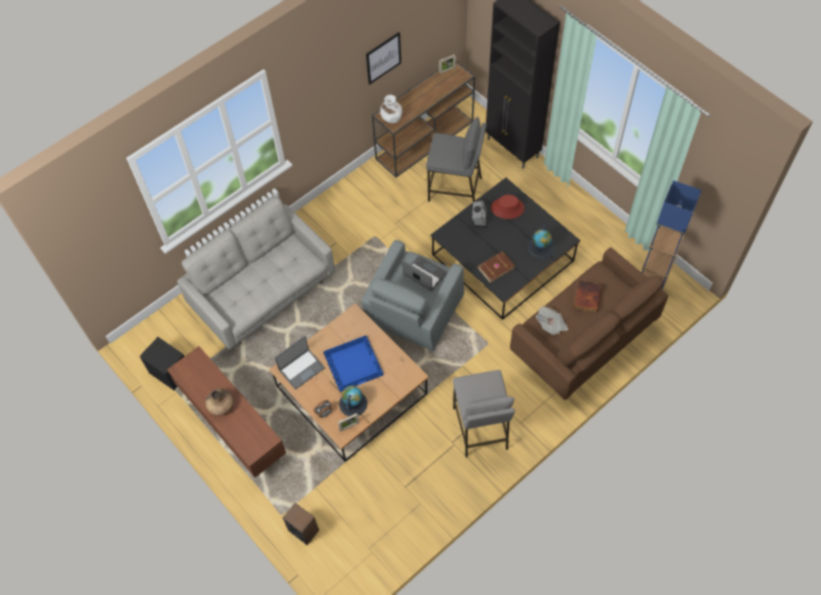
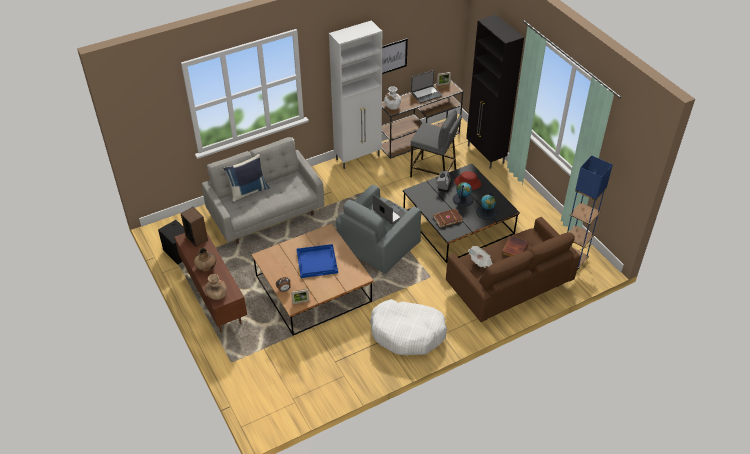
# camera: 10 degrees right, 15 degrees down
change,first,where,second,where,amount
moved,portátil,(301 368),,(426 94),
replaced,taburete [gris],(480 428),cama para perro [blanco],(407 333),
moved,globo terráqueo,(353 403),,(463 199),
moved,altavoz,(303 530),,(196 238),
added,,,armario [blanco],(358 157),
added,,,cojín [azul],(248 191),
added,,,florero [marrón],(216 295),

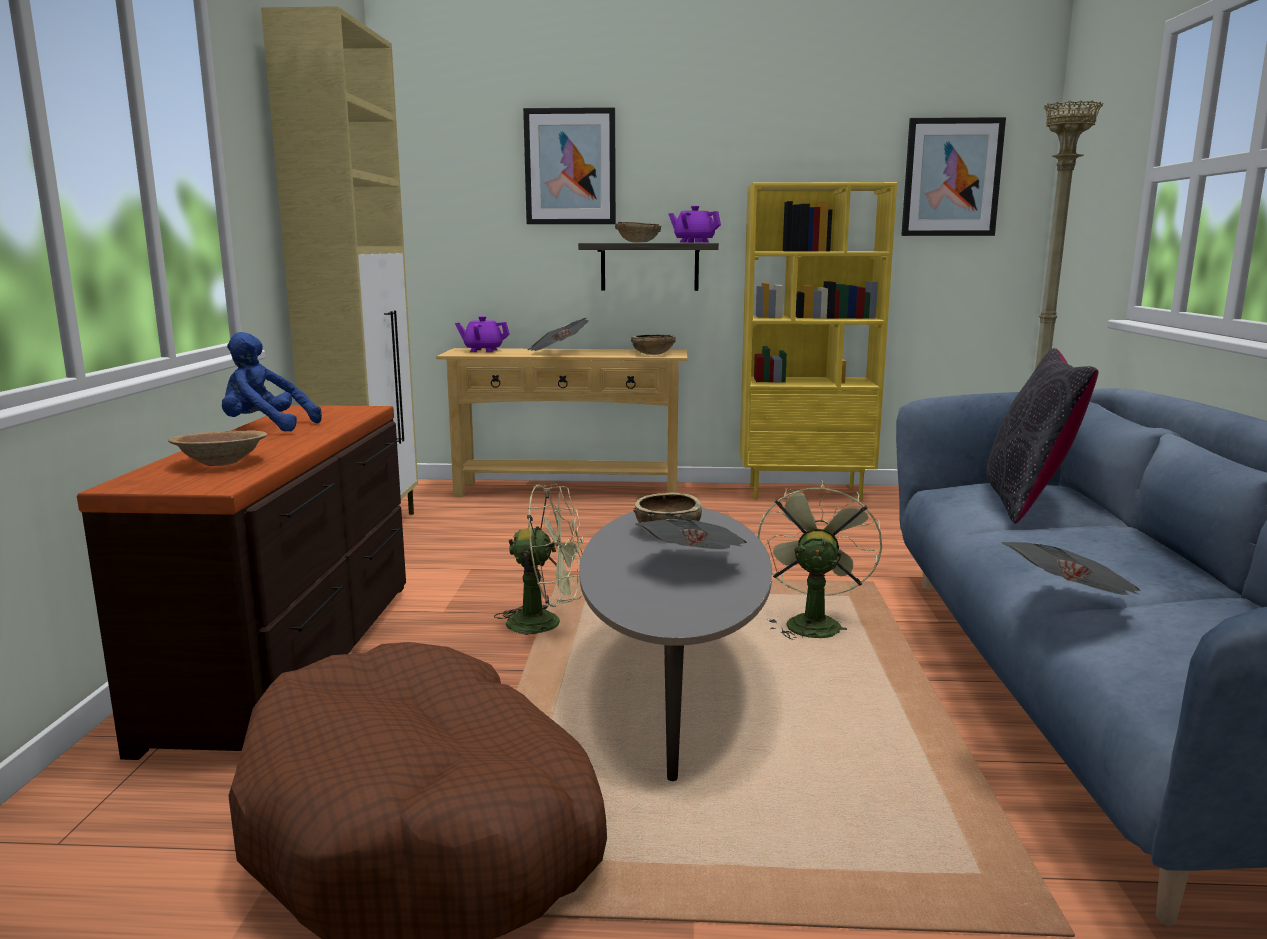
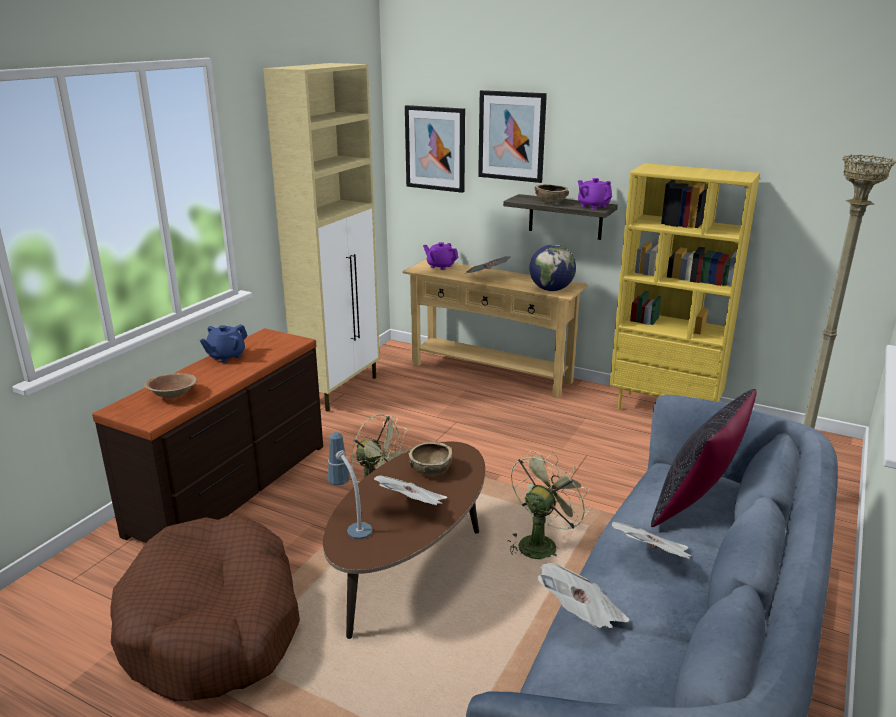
# camera: 25 degrees right, 10 degrees up
change,first,where,second,where,amount
moved,cuadro,(951 177),,(435 148),
replaced,peluche [azul],(265 427),tetera [azul],(226 356),
replaced,cuenco [marrón],(653 354),globo terráqueo,(551 289),
recoloured,mesa de centro [gris],(674 681),mesa de centro [marrón],(411 566),
added,,,lámpara de mesa,(350 523),
added,,,periódico,(652 558),

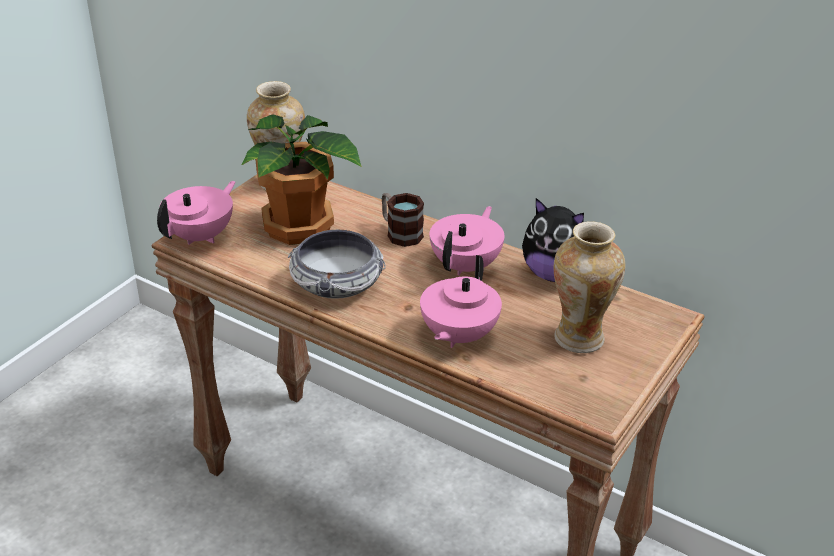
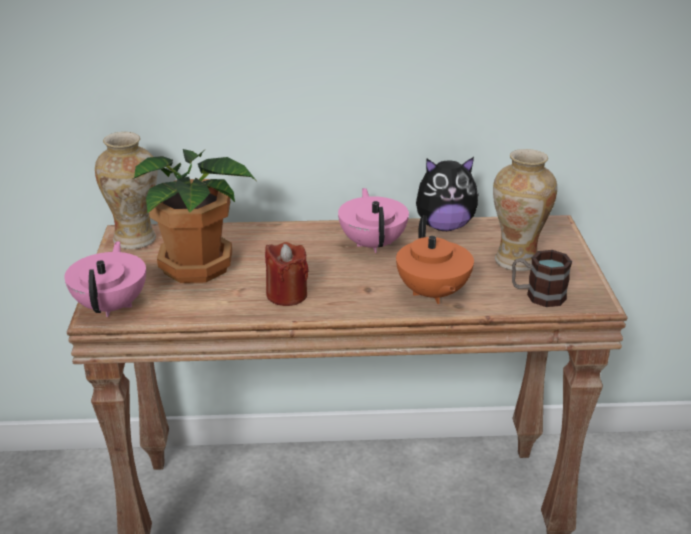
# camera: 35 degrees left, 5 degrees down
change,first,where,second,where,amount
moved,taza grande,(400 233),,(537 295),
replaced,cuenco,(337 283),vela [rojo],(287 295),
recoloured,tetera [rosa],(458 336),tetera [naranja],(432 294),

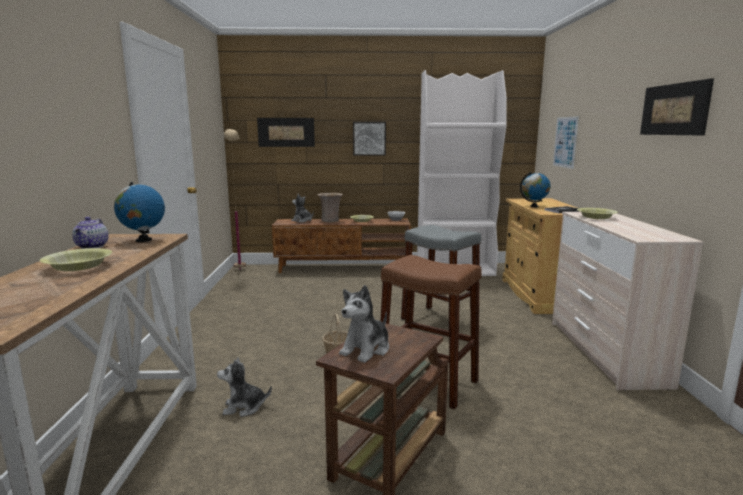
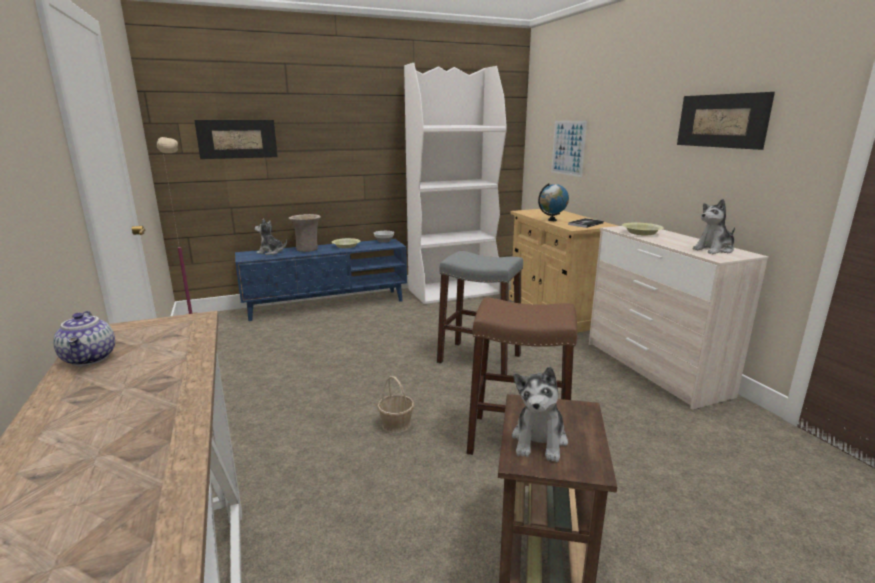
# camera: 20 degrees left, 5 degrees up
change,first,where,second,where,amount
removed,cuadro,(369 138),,,
removed,globo terráqueo,(143 240),,,
recoloured,mueble de televisión [marrón],(343 268),mueble de televisión [azul],(327 304),
removed,cuenco [amarillo],(78 267),,,
moved,peluche,(244 407),,(714 250),

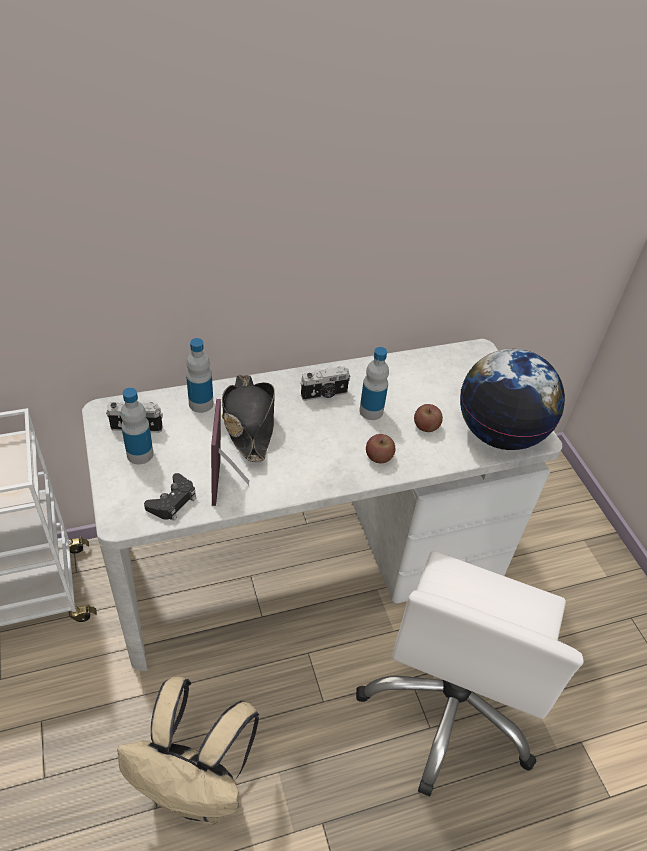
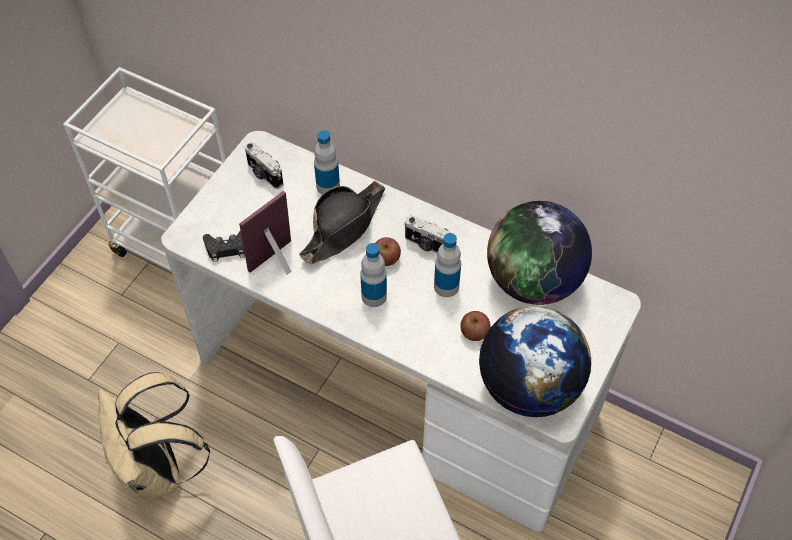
# camera: 50 degrees right, 10 degrees up
change,first,where,second,where,amount
moved,botella,(140 454),,(374 296),
moved,manzana,(379 457),,(386 258),
added,,,globo terráqueo,(533 281),

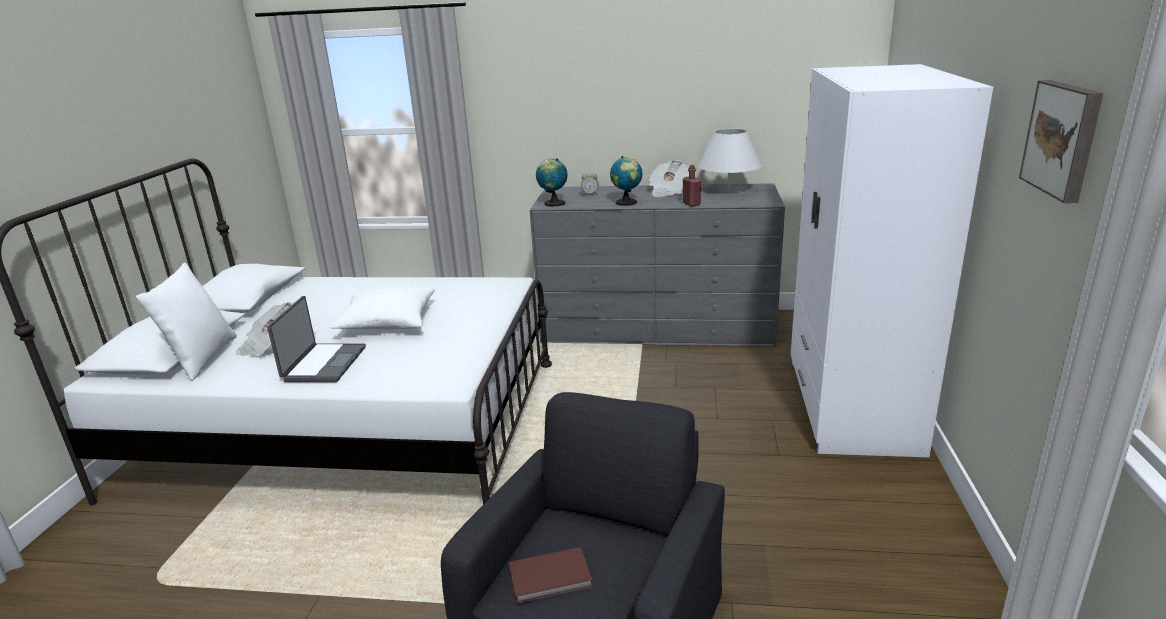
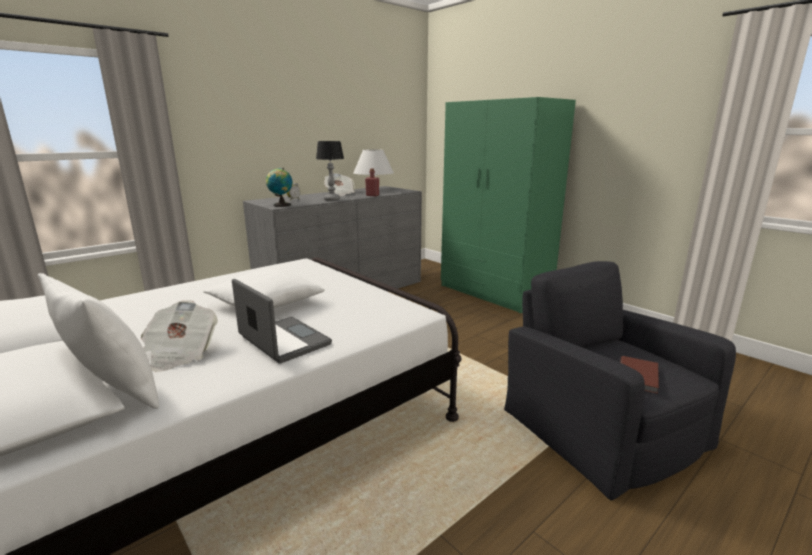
# camera: 50 degrees left, 5 degrees down
change,first,where,second,where,amount
recoloured,armario ropero [blanco],(850 405),armario ropero [verde],(494 292),
removed,cuadro,(1064 139),,,
replaced,globo terráqueo,(627 203),lámpara de mesa,(332 199),

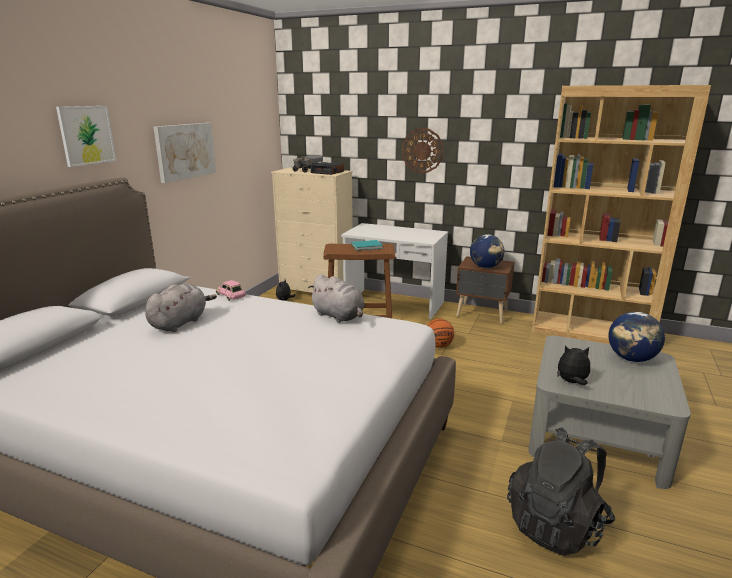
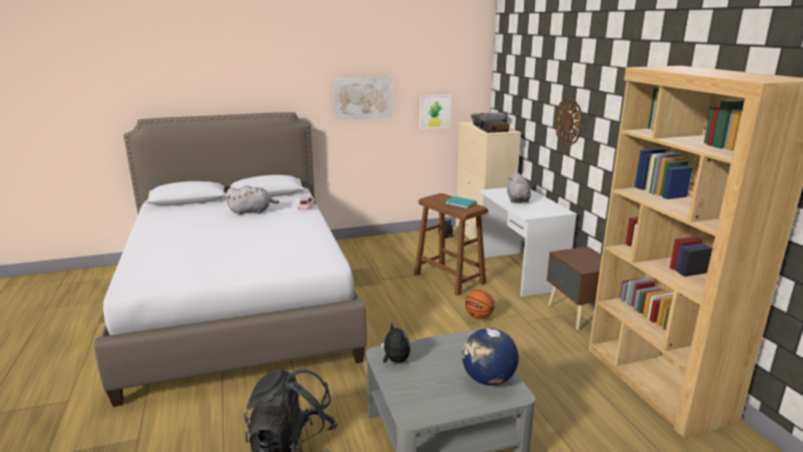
# camera: 50 degrees right, 0 degrees up
change,first,where,second,where,amount
moved,cuadro,(86 135),,(434 111),
removed,globo terráqueo,(485 267),,,
moved,peluche [gris],(339 316),,(517 200),

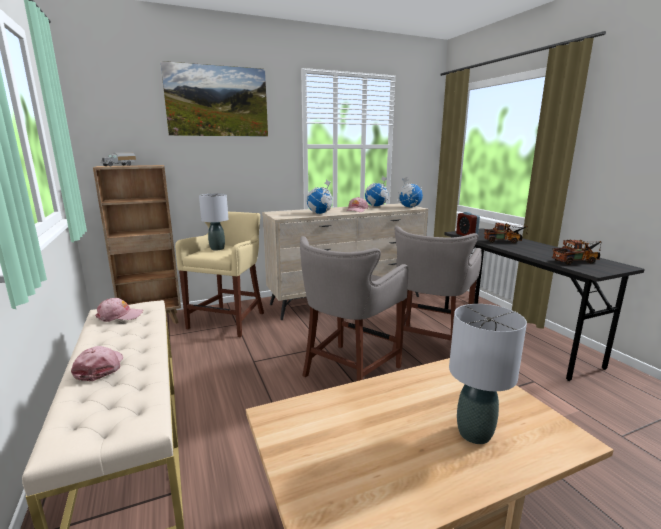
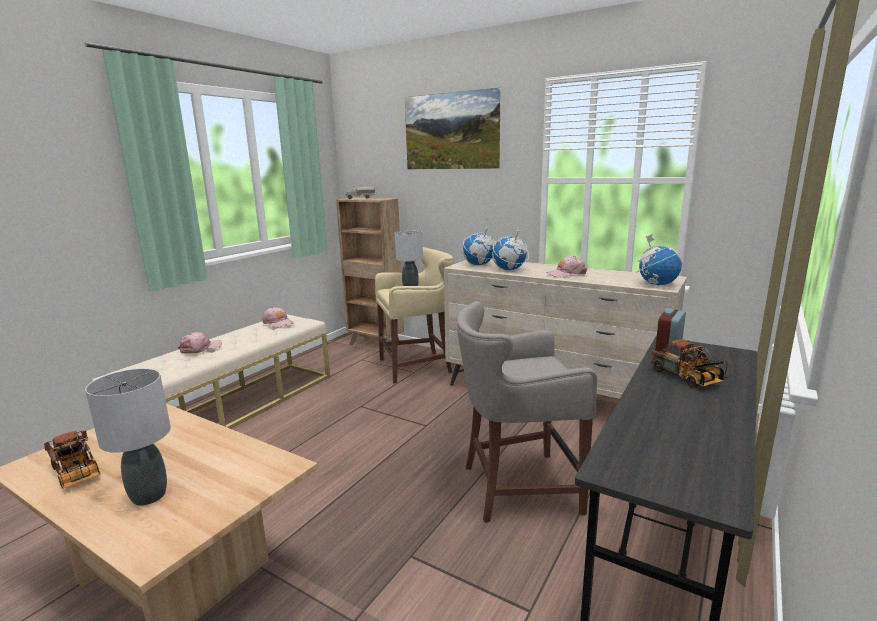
# camera: 55 degrees right, 0 degrees up
change,first,where,second,where,amount
moved,globo terráqueo,(376 206),,(479 265),
removed,taburete [gris],(349 371),,,
moved,camión de juguete,(577 261),,(77 474),

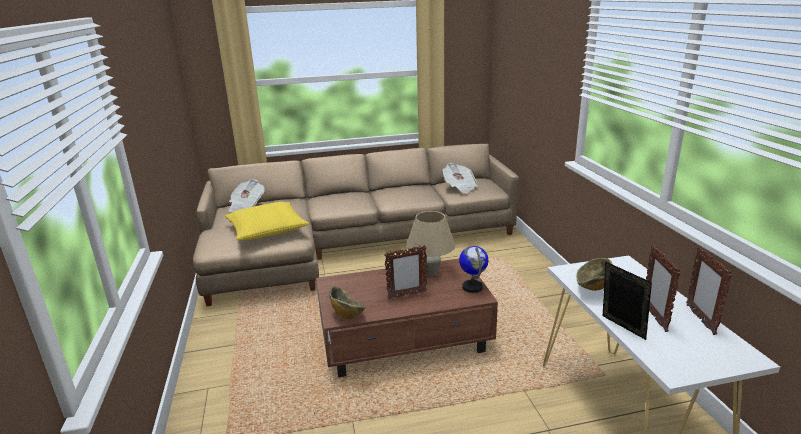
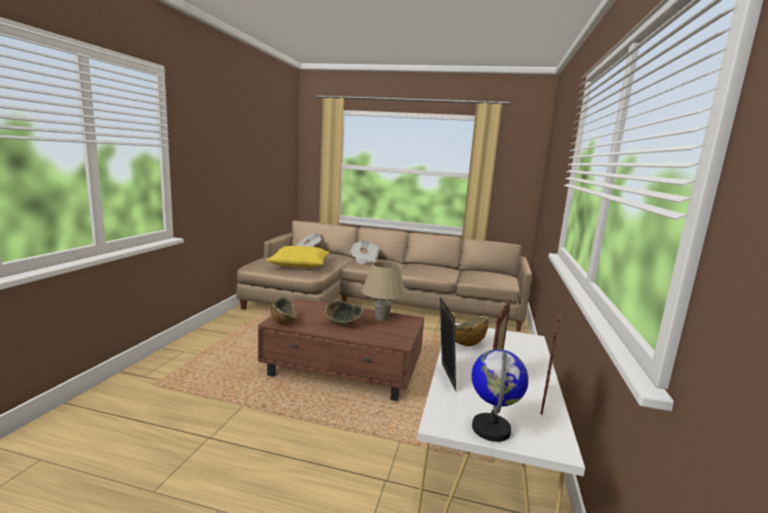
# camera: 25 degrees right, 10 degrees down
change,first,where,second,where,amount
moved,periódico,(460 187),,(364 260),
replaced,portarretratos,(406 295),cuenco,(343 325),
moved,globo terráqueo,(472 287),,(491 429),

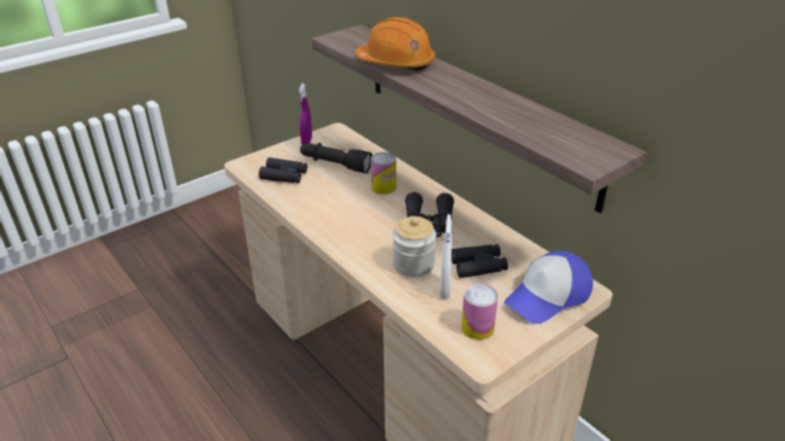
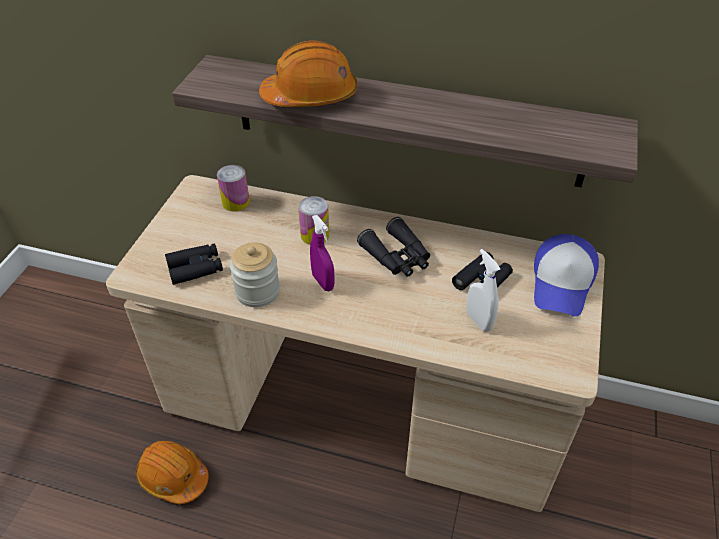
# camera: 35 degrees left, 10 degrees up
change,first,where,second,where,amount
moved,pulverizador [morado],(307 142),,(323 282),
removed,linterna [negro],(335 164),,,
moved,tarro,(413 264),,(257 291),
moved,lata,(477 327),,(236 202),
added,,,casco [naranja],(173 477),

